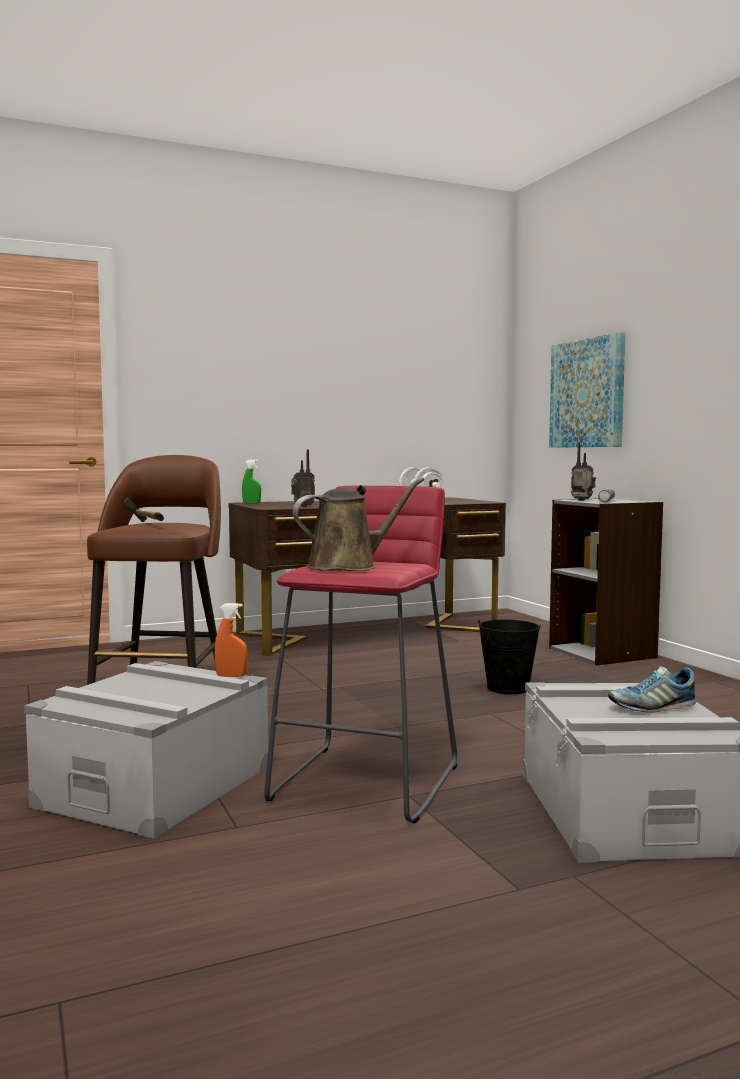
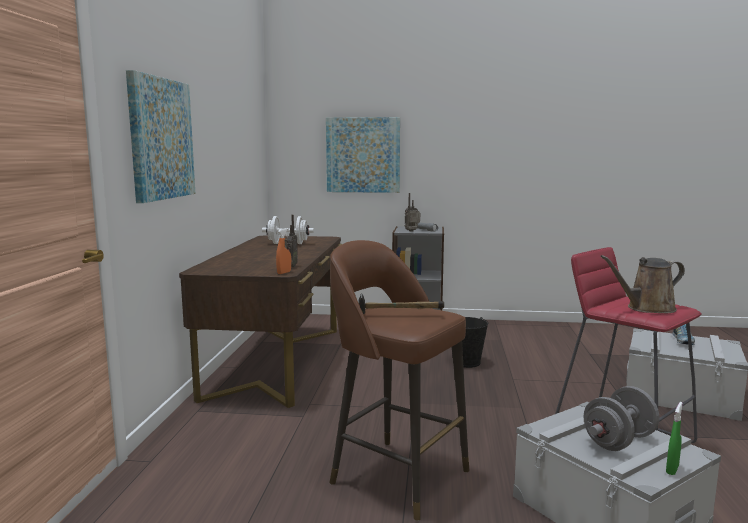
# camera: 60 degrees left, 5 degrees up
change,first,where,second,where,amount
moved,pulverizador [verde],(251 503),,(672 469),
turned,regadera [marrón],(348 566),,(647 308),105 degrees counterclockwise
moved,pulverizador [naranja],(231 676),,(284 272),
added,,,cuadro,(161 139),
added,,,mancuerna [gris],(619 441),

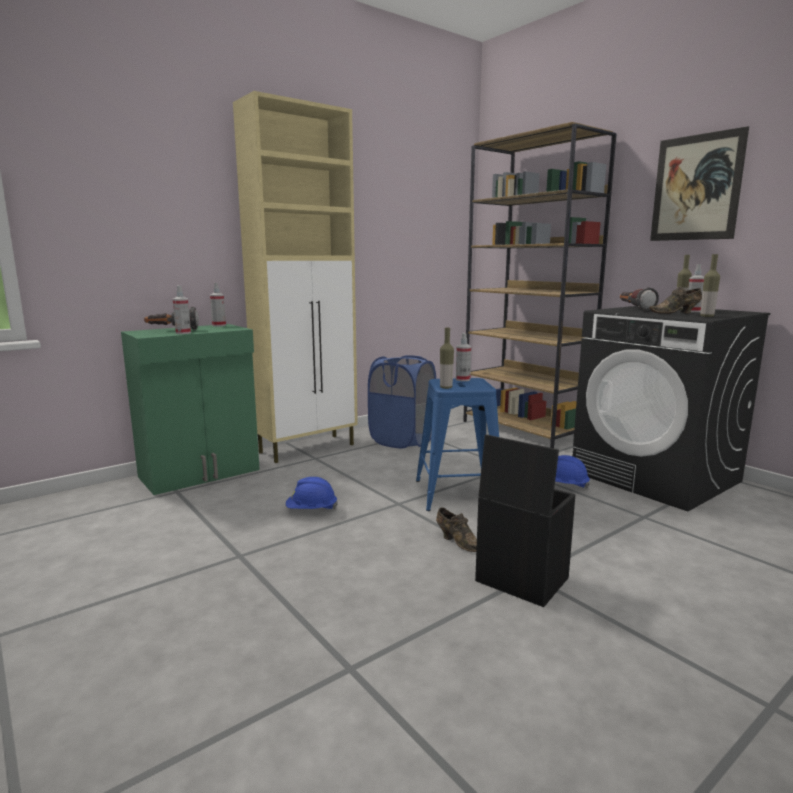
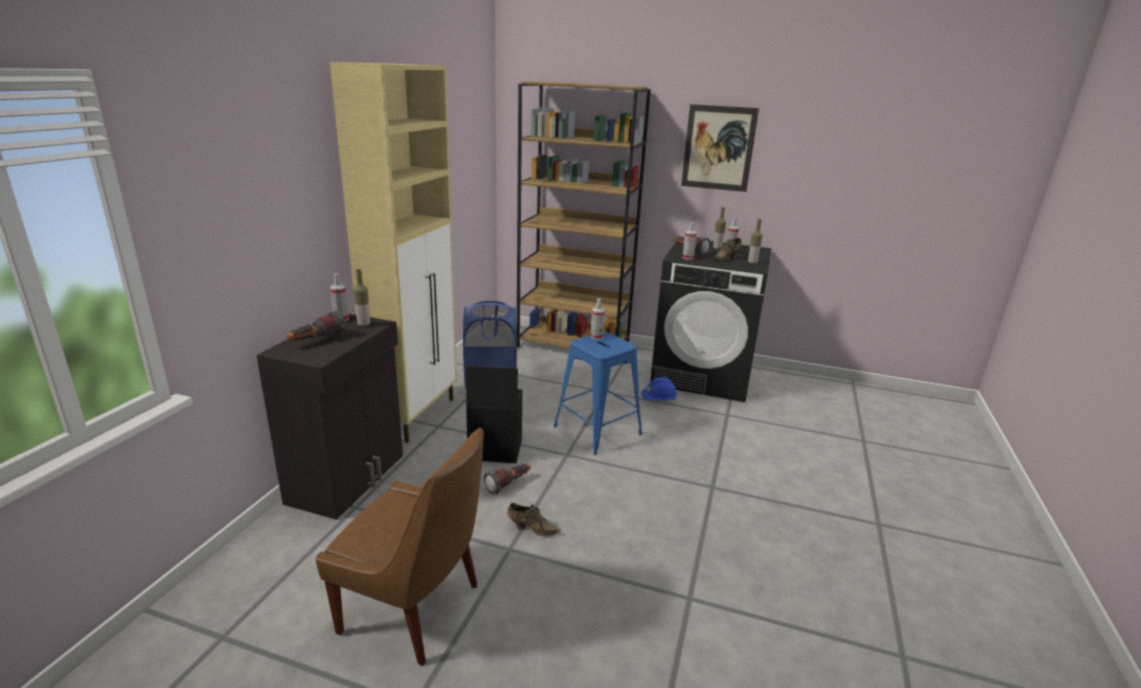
# camera: 35 degrees left, 10 degrees up
change,first,where,second,where,amount
moved,pulverizador,(183 333),,(688 258),
recoloured,armario [verde],(201 473),armario [negro],(349 478),
moved,botella,(446 387),,(364 325),
moved,caja de almacenaje [negro],(519 579),,(494 450),
replaced,casco [azul],(311 510),linterna,(509 485),
moved,zapato [marrón],(457 541),,(531 529),
added,,,silla [marrón],(415 610),

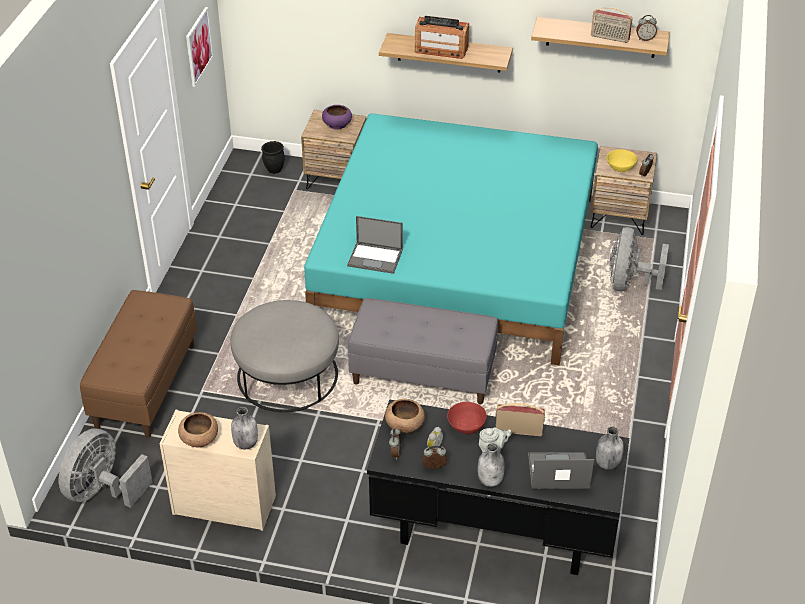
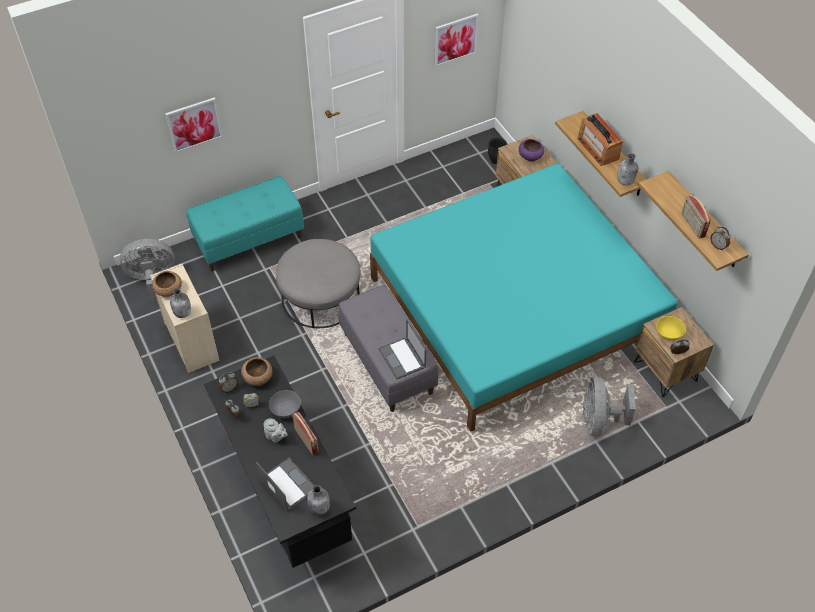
# camera: 50 degrees right, 10 degrees up
change,first,where,second,where,amount
moved,portátil,(376 258),,(402 358),
turned,ventilador [gris],(628 283),,(599 420),60 degrees counterclockwise
recoloured,banco [marrón],(145 385),banco [turquesa],(249 239),
recoloured,cuenco [rojo],(466 426),cuenco [gris],(285 409),
moved,botella [gris],(490 480),,(625 181),
added,,,cuadro,(194 124),

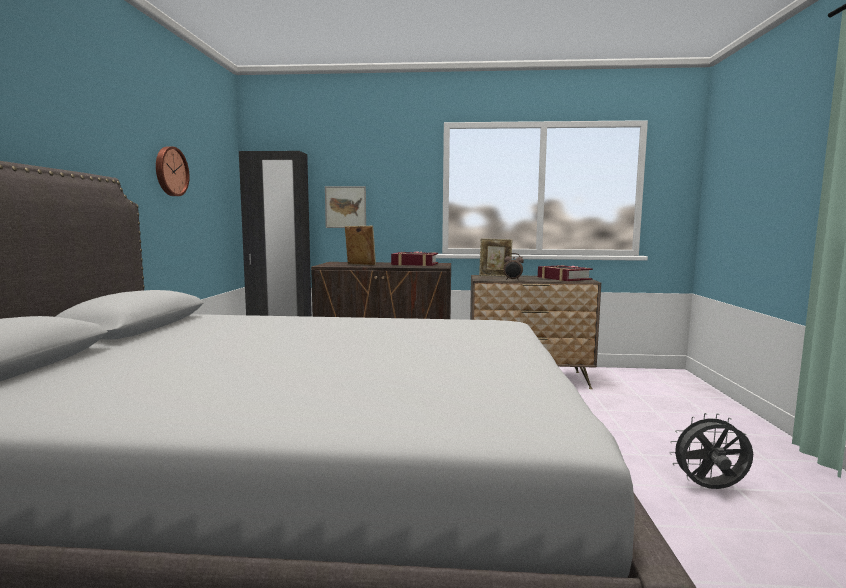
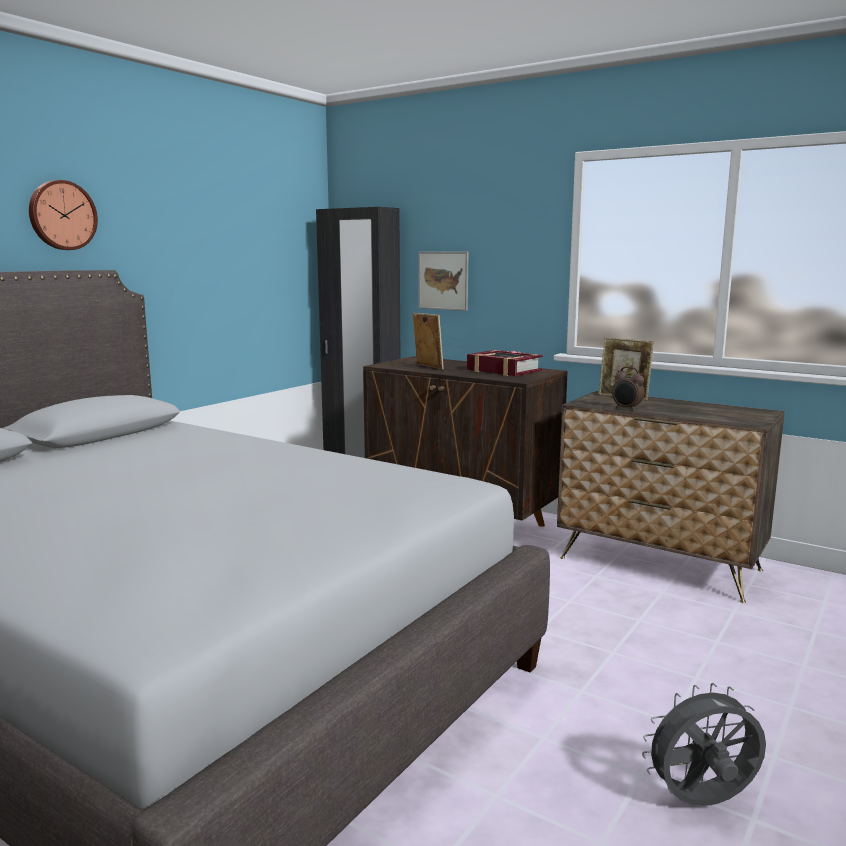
# camera: 30 degrees right, 5 degrees up
change,first,where,second,where,amount
moved,reloj de pared,(170 171),,(61 215),
removed,libro,(563 278),,,
turned,ventilador [gris],(709 489),,(702 803),45 degrees counterclockwise

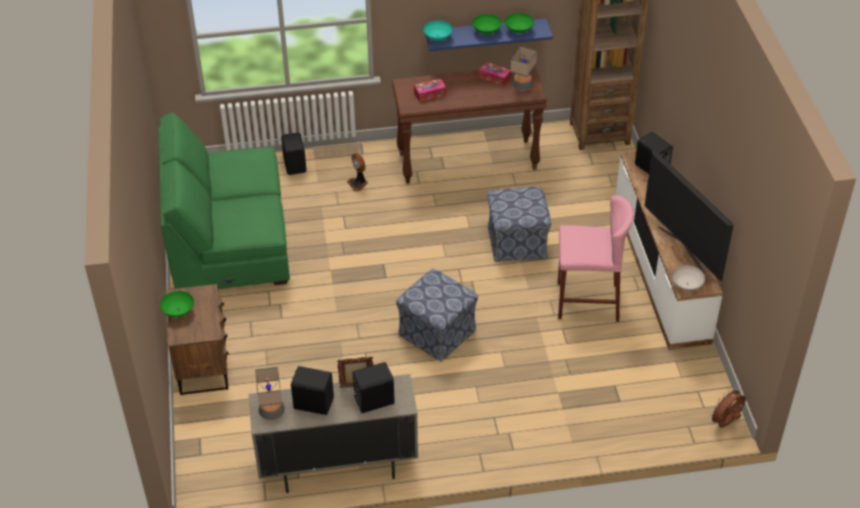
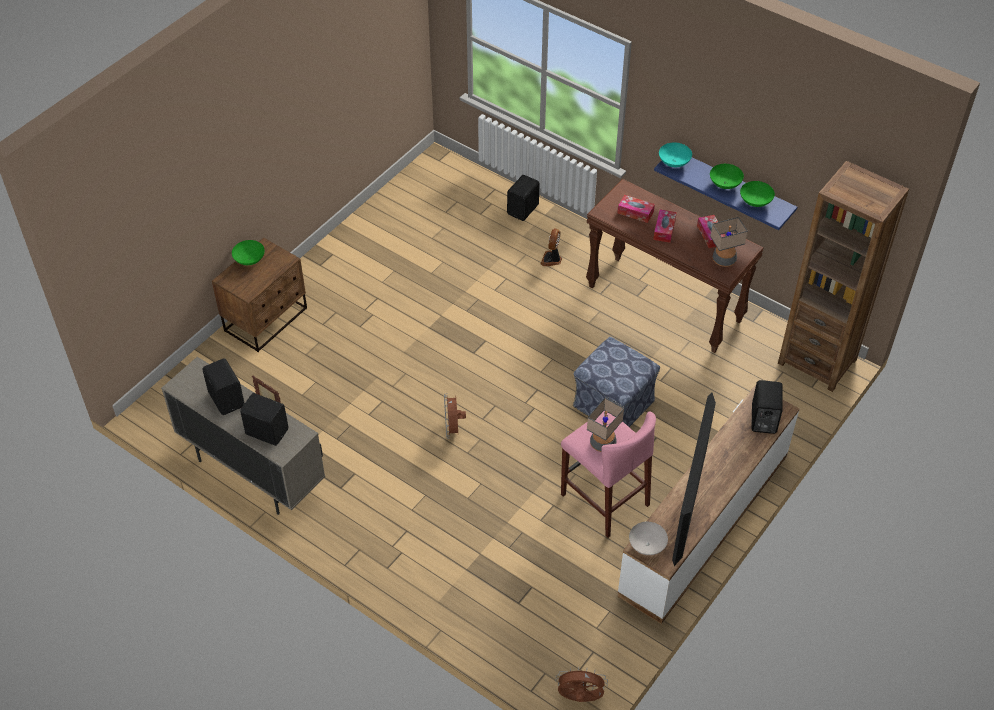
# camera: 45 degrees right, 5 degrees up
change,first,where,second,where,amount
removed,sofá [verde],(230 242),,,
replaced,puf,(437 333),ventilador [marrón],(453 429),
moved,lámpara de mesa,(272 411),,(602 443),
added,,,caja de pañuelos,(664 229),

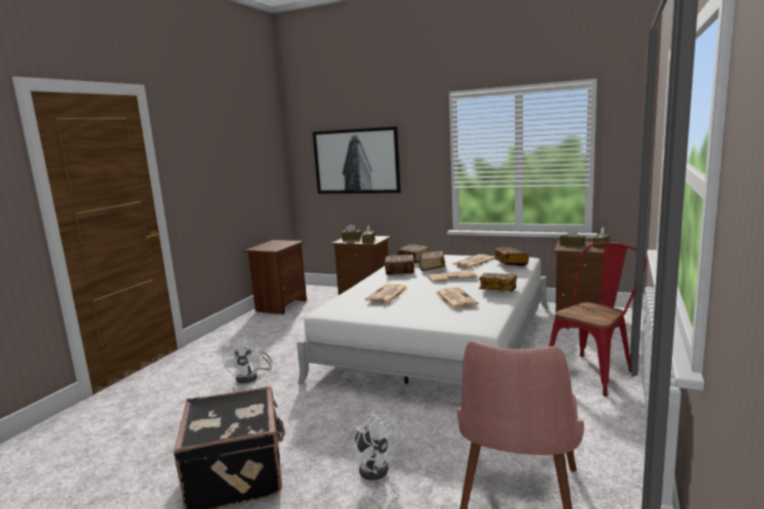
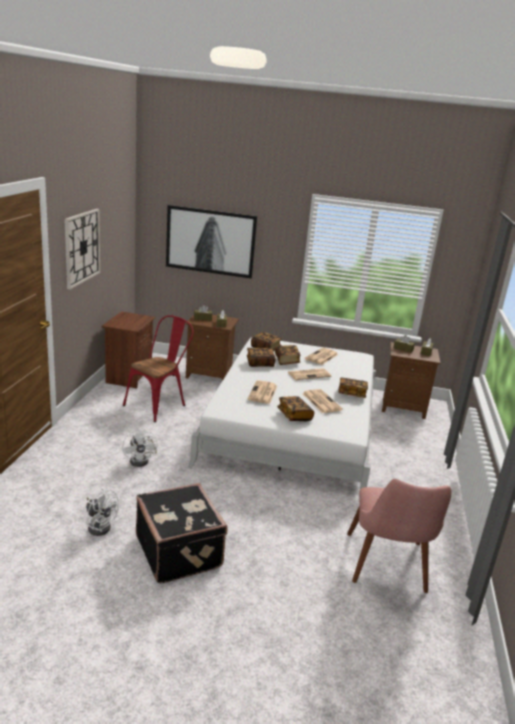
# camera: 15 degrees left, 10 degrees up
change,first,where,second,where,amount
moved,silla [rojo],(593 371),,(159 404),
moved,libro,(510 263),,(294 416),
moved,ventilador [blanco],(374 466),,(99 525),
added,,,reloj de pared,(82 247),

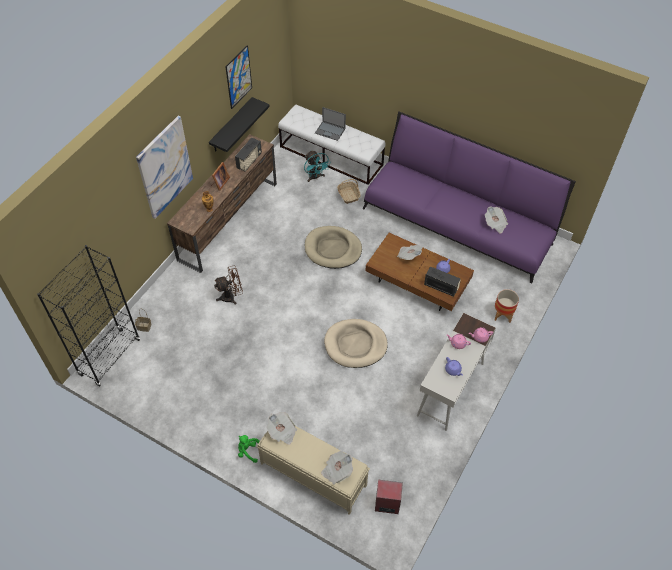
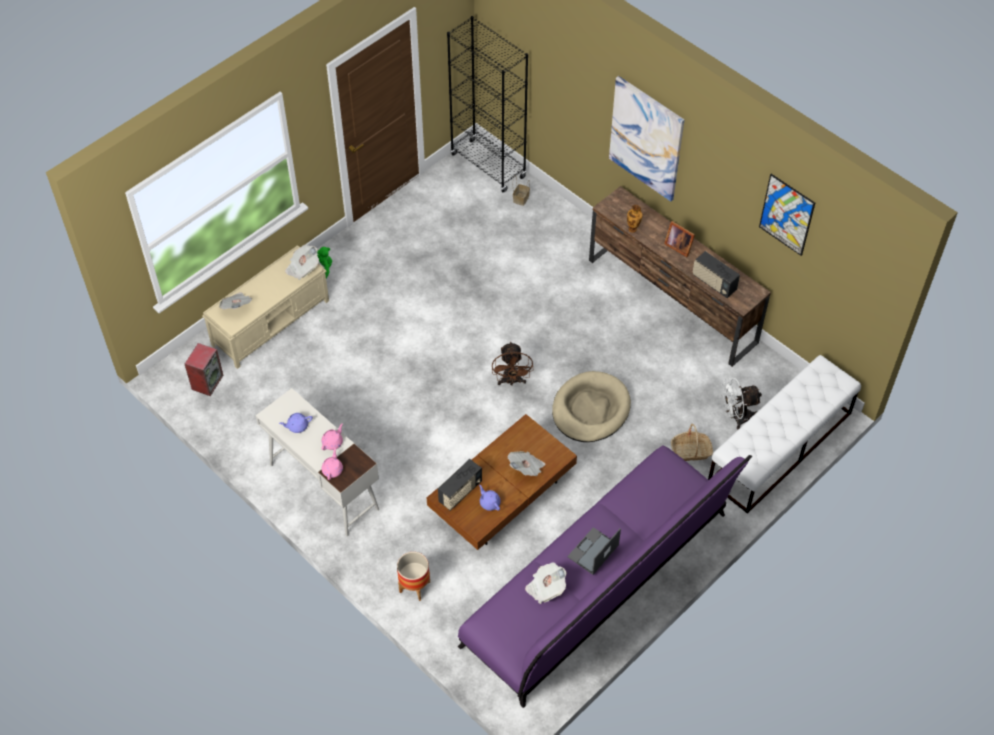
# camera: 105 degrees right, 0 degrees up
change,first,where,second,where,amount
removed,estante [negro],(231 125),,,
moved,portátil,(330 131),,(593 552),
recoloured,ventilador [turquesa],(315 177),ventilador [blanco],(736 417),
moved,ventilador [marrón],(231 296),,(511 381),
removed,cama para perro [beis],(355 345),,,

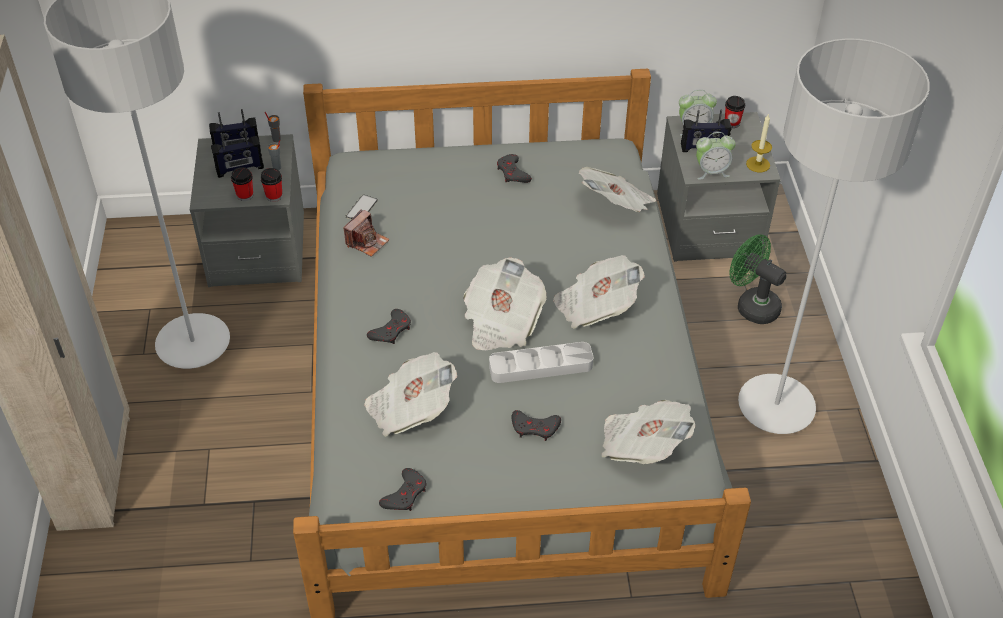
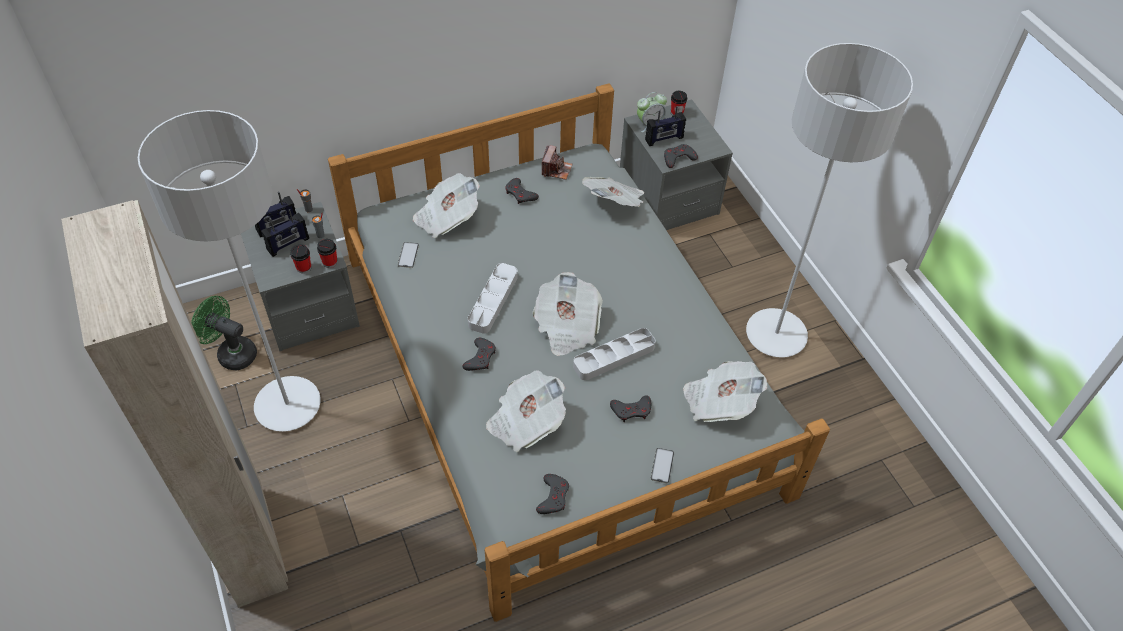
# camera: 20 degrees left, 5 degrees up
change,first,where,second,where,amount
removed,vela,(758 164),,,
replaced,despertador,(711 172),mando de consola [gris],(678 158),
moved,cámara,(367 242),,(556 169),
moved,ventilador [verde],(752 305),,(231 353),
moved,periódico,(595 307),,(447 218),
added,,,bandeja [gris],(493 300),
added,,,móvil,(662 465),

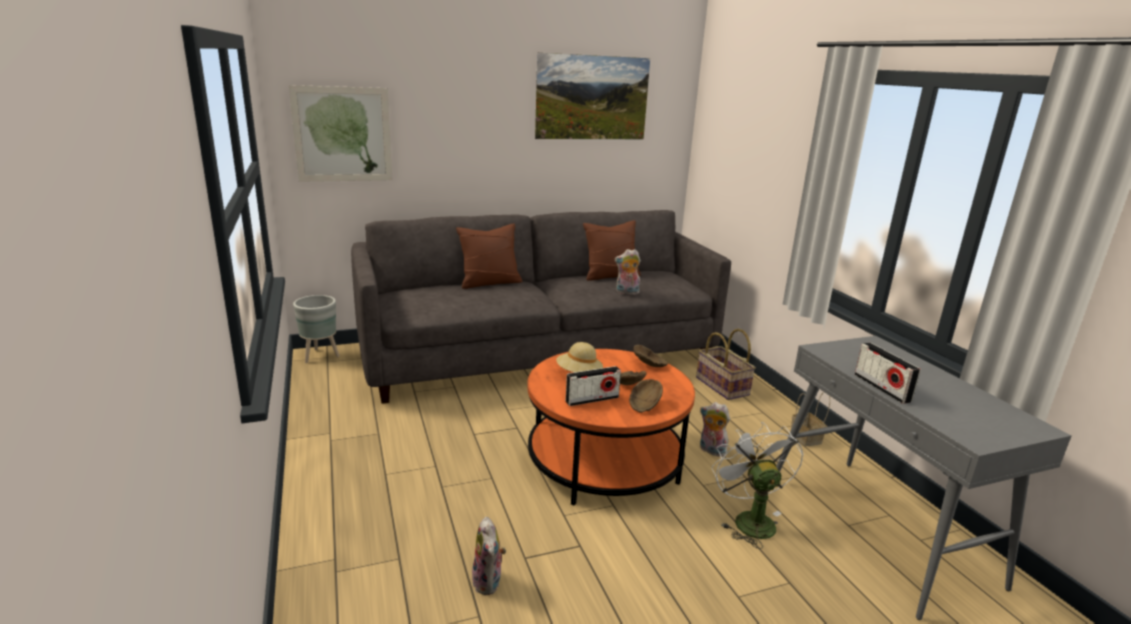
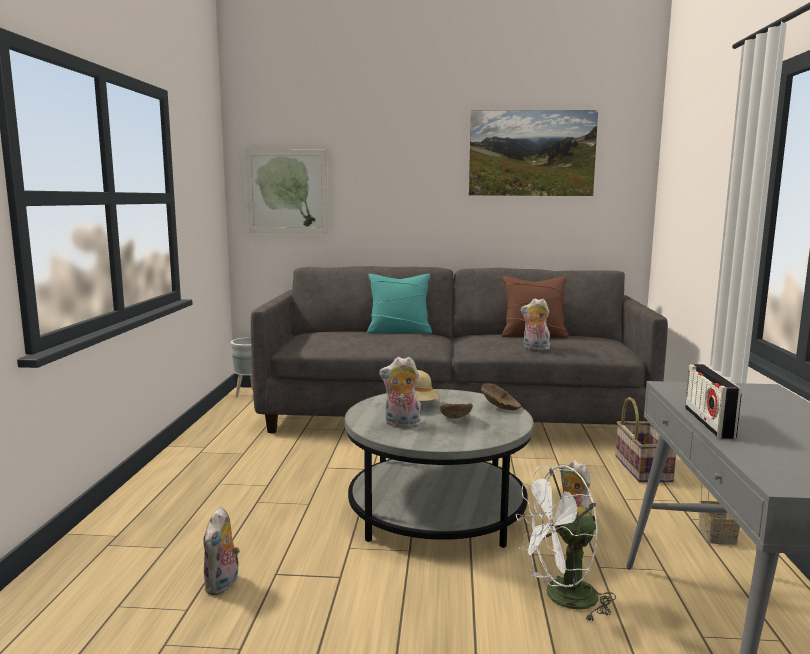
# camera: 25 degrees right, 10 degrees down
change,first,where,second,where,amount
recoloured,cojín [marrón],(489 283),cojín [turquesa],(399 331),
recoloured,mesa de centro [naranja],(604 461),mesa de centro [gris],(437 511),
replaced,radio,(592 399),peluche,(401 424),
removed,cuenco [marrón],(643 405),,,
turned,ventilador [blanco],(749 519),,(561 598),120 degrees counterclockwise

